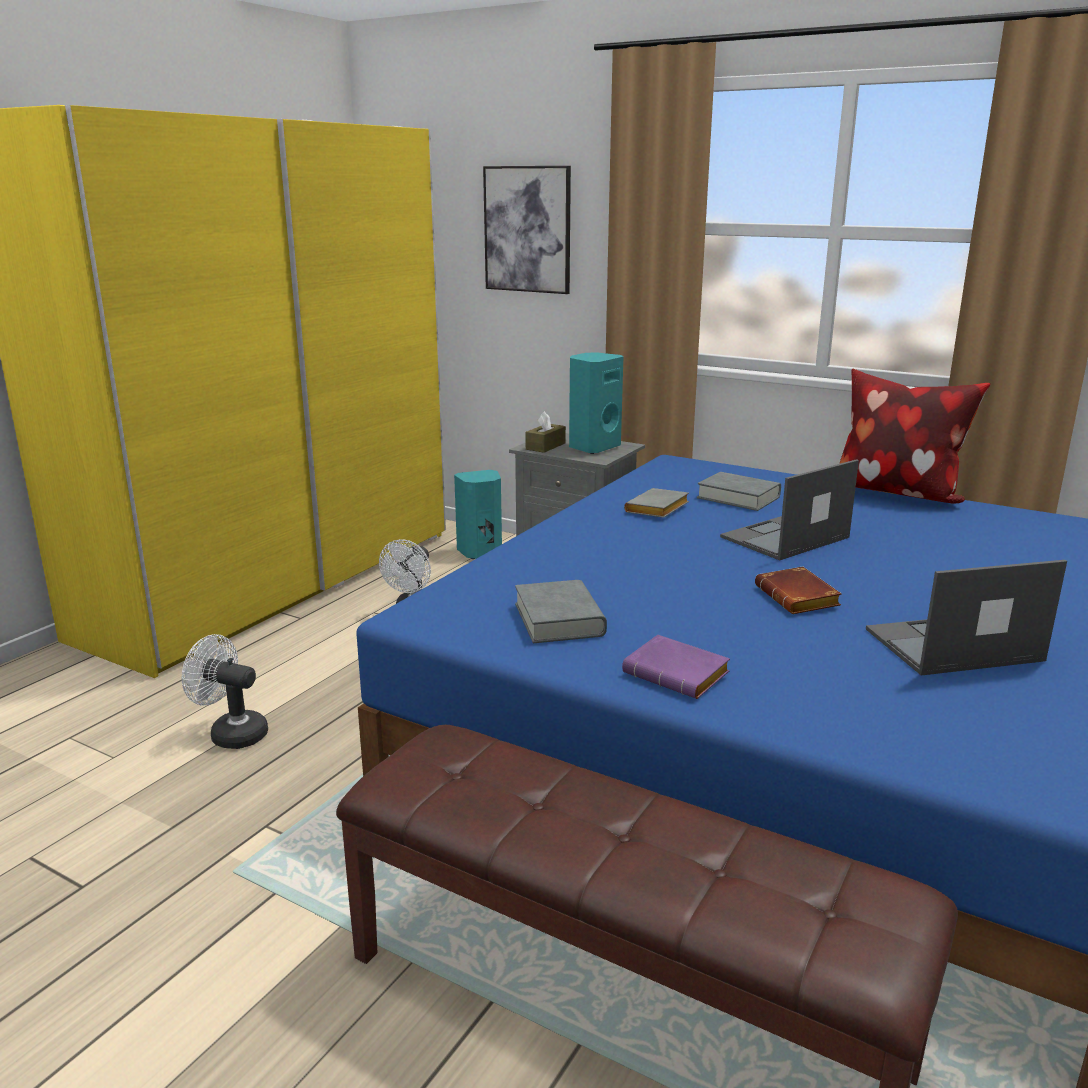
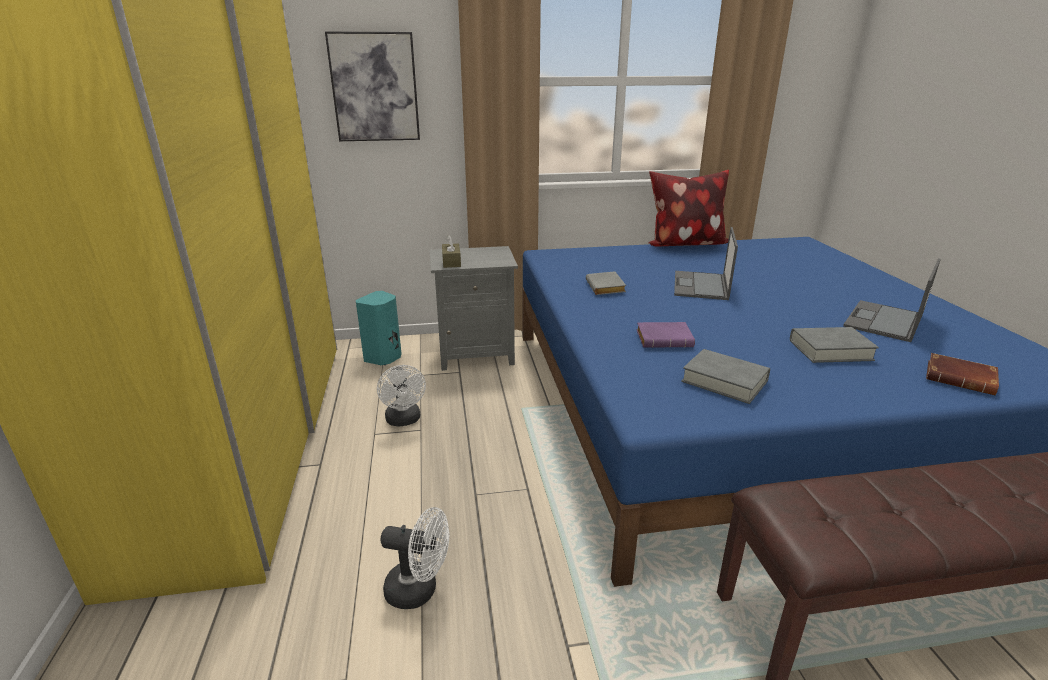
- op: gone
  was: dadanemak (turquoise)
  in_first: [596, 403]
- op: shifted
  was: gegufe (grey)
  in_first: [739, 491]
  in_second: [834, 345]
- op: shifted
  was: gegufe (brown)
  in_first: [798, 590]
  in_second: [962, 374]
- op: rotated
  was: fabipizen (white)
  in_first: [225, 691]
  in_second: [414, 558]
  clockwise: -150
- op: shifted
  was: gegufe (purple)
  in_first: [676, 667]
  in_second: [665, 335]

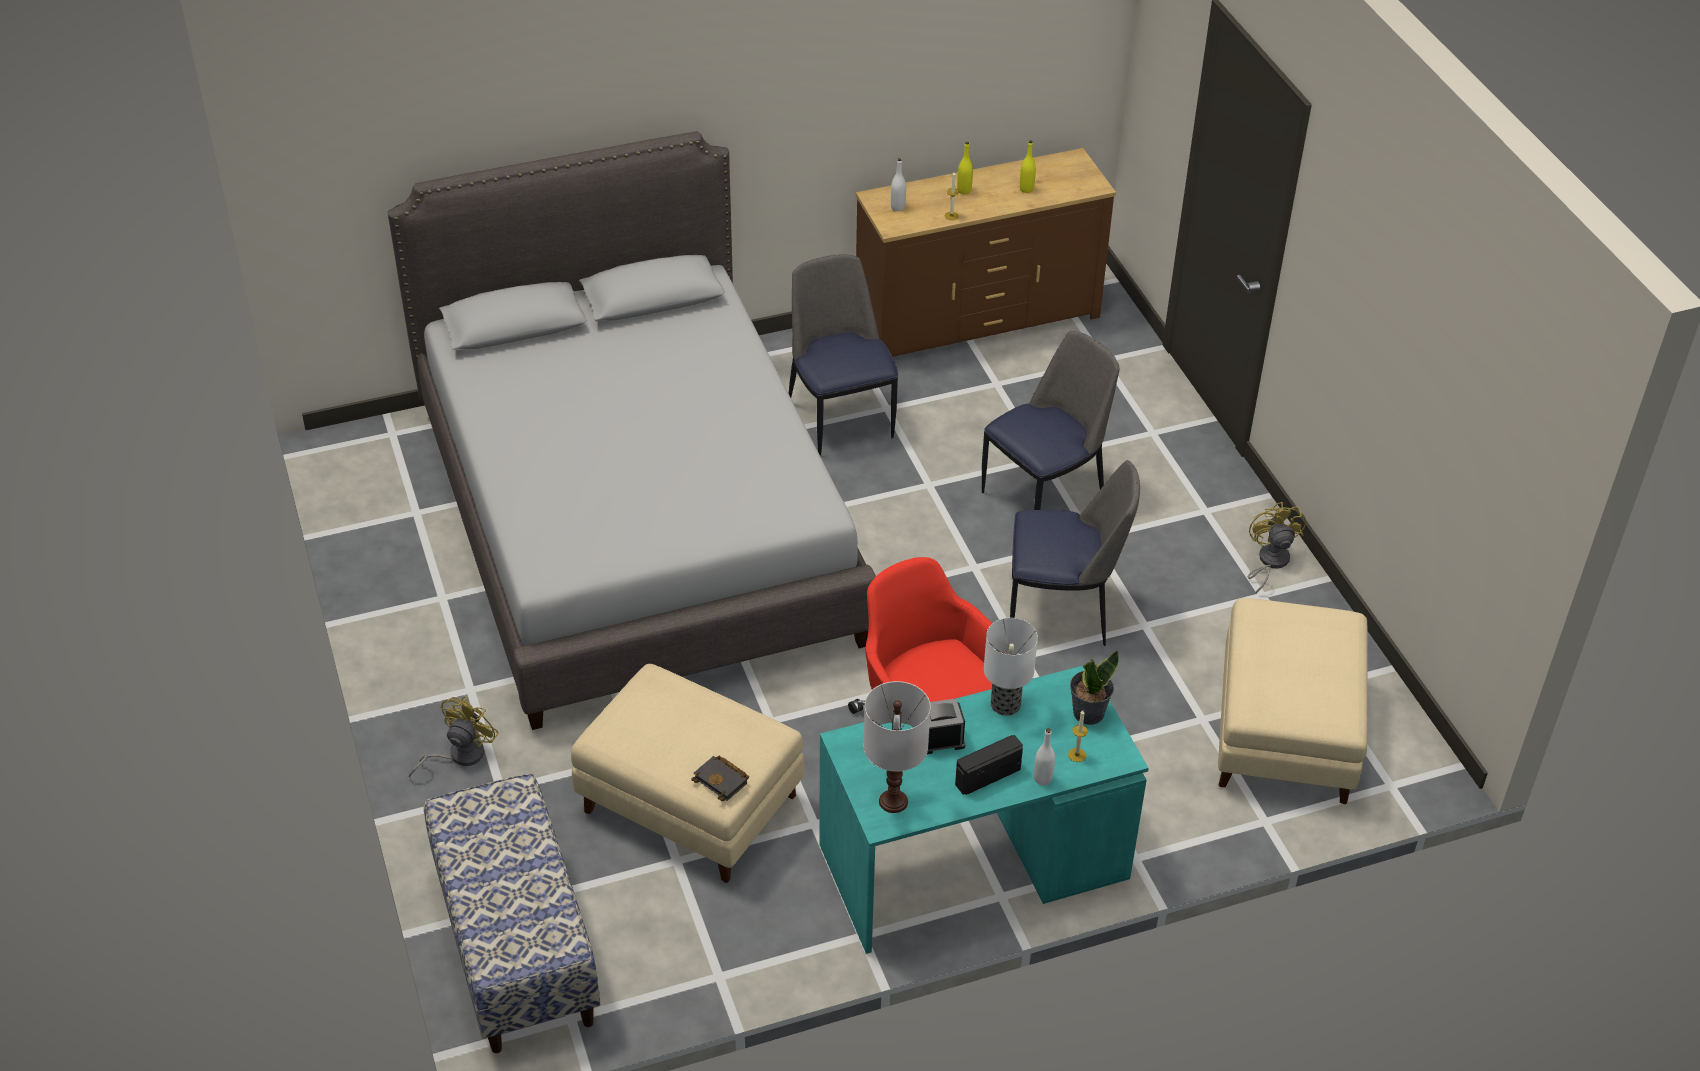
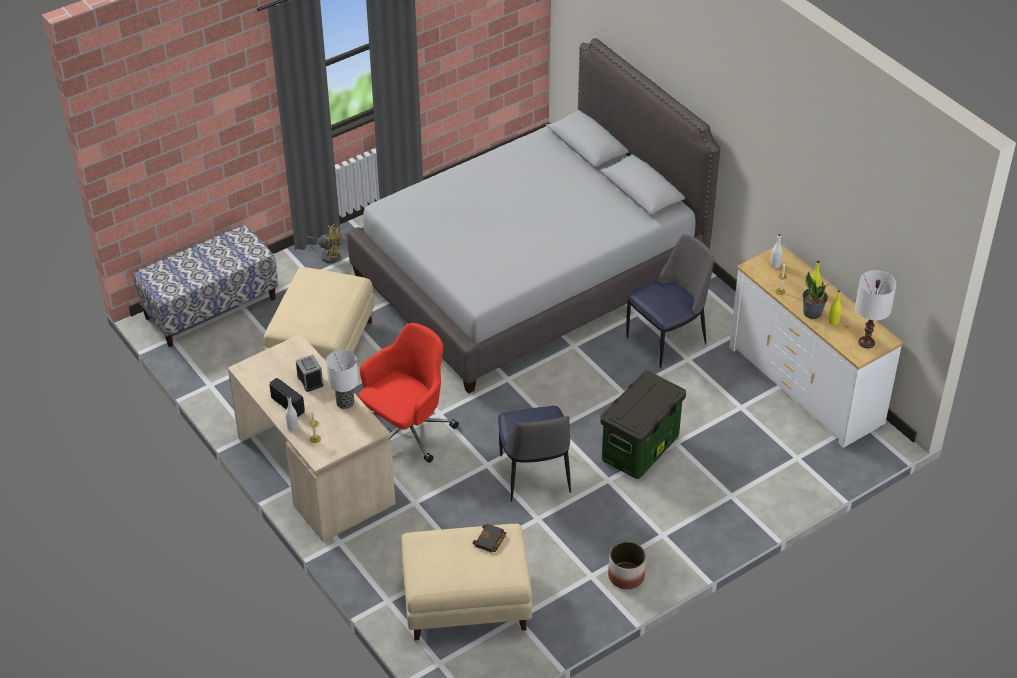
- op: repainted
  was: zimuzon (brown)
  now: zimuzon (white)
  in_first: [986, 252]
  in_second: [816, 346]
- op: swapped
  was: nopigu
  now: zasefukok
  in_first: [1050, 420]
  in_second: [643, 425]
- op: swapped
  was: fabipizen (yellow)
  now: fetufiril
  in_first: [1277, 548]
  in_second: [627, 565]
- op: shifted
  was: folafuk
  in_first: [1094, 688]
  in_second: [815, 295]
- op: repainted
  was: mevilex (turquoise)
  now: mevilex (beige)
  in_first: [984, 810]
  in_second: [312, 438]
- op: shifted
  was: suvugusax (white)
  in_first: [897, 747]
  in_second: [876, 309]
- op: shifted
  was: gegufe (black)
  in_first: [720, 778]
  in_second: [489, 538]

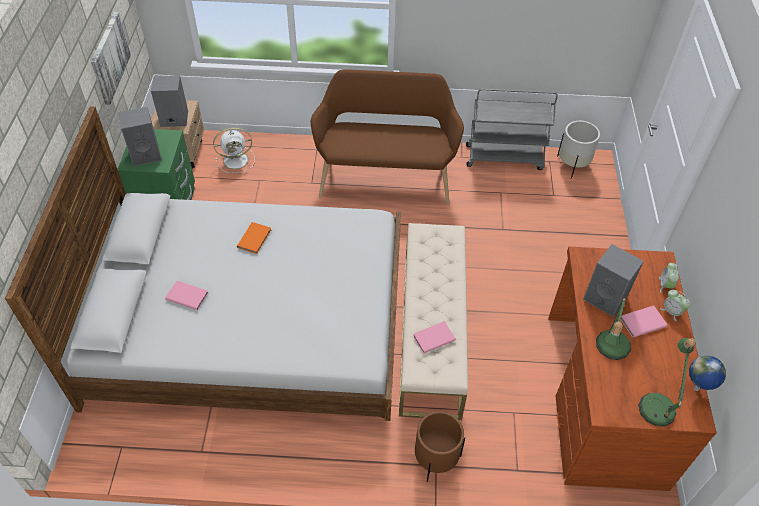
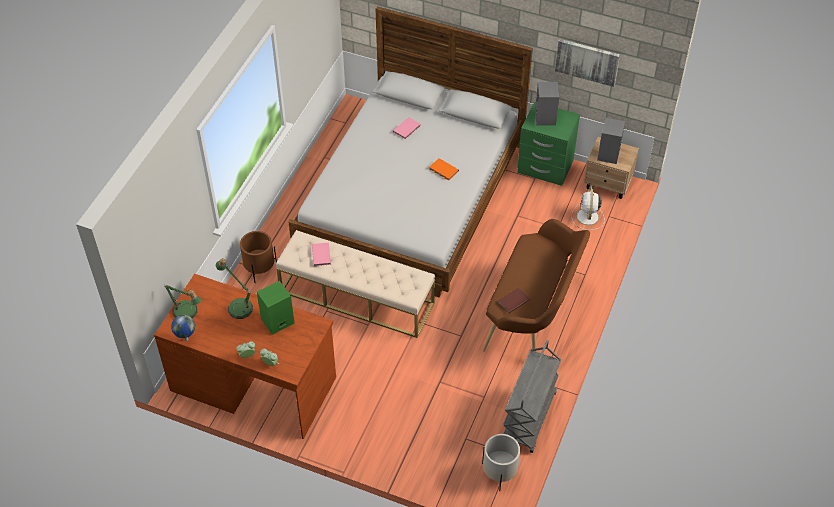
- op: repainted
  was: dadanemak (grey)
  now: dadanemak (green)
  in_first: [613, 280]
  in_second: [275, 308]
- op: gone
  was: gegufe (pink)
  in_first: [644, 322]
- op: new
  now: gegufe (brown)
  in_second: [514, 300]

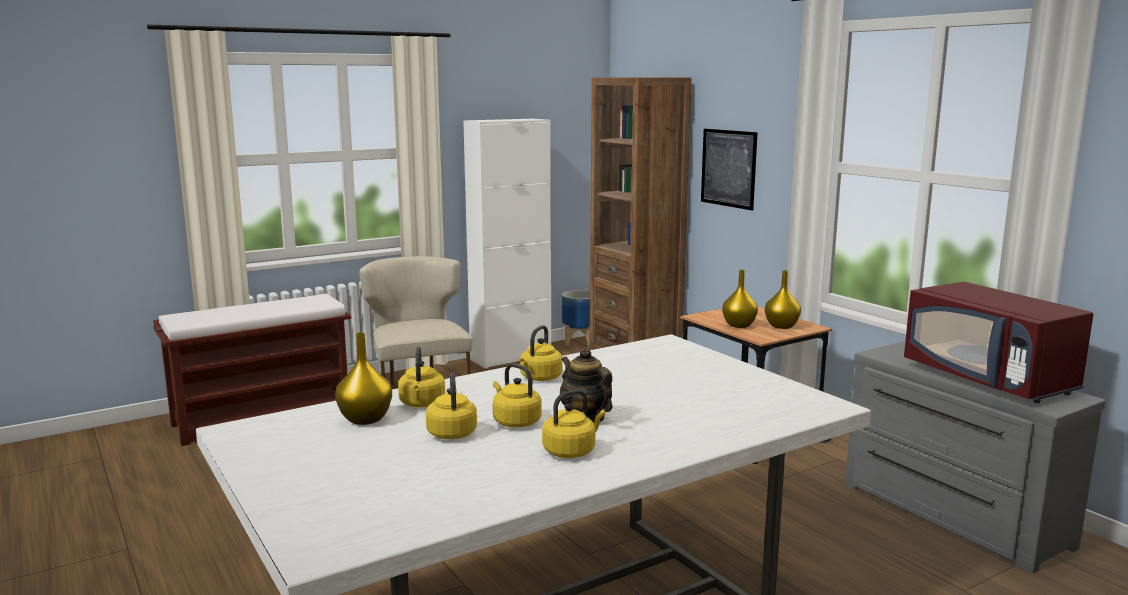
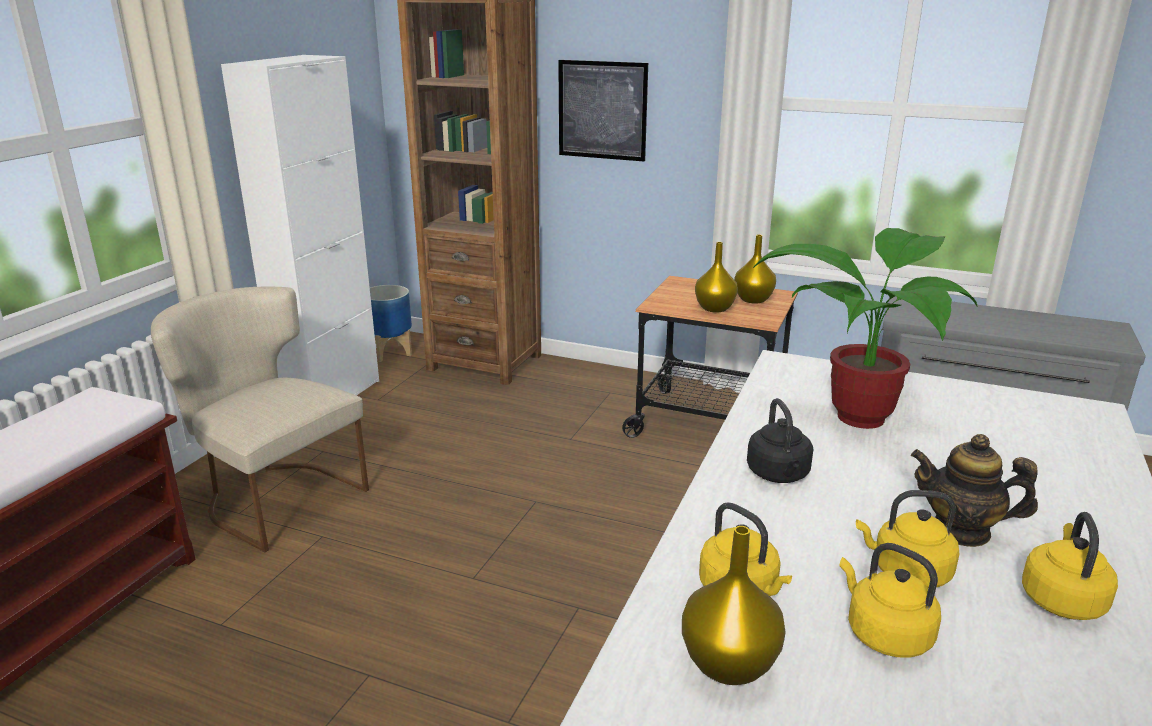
- op: gone
  was: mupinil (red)
  in_first: [998, 342]
- op: repainted
  was: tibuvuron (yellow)
  now: tibuvuron (black)
  in_first: [541, 353]
  in_second: [780, 440]
- op: new
  now: folafuk
  in_second: [865, 328]

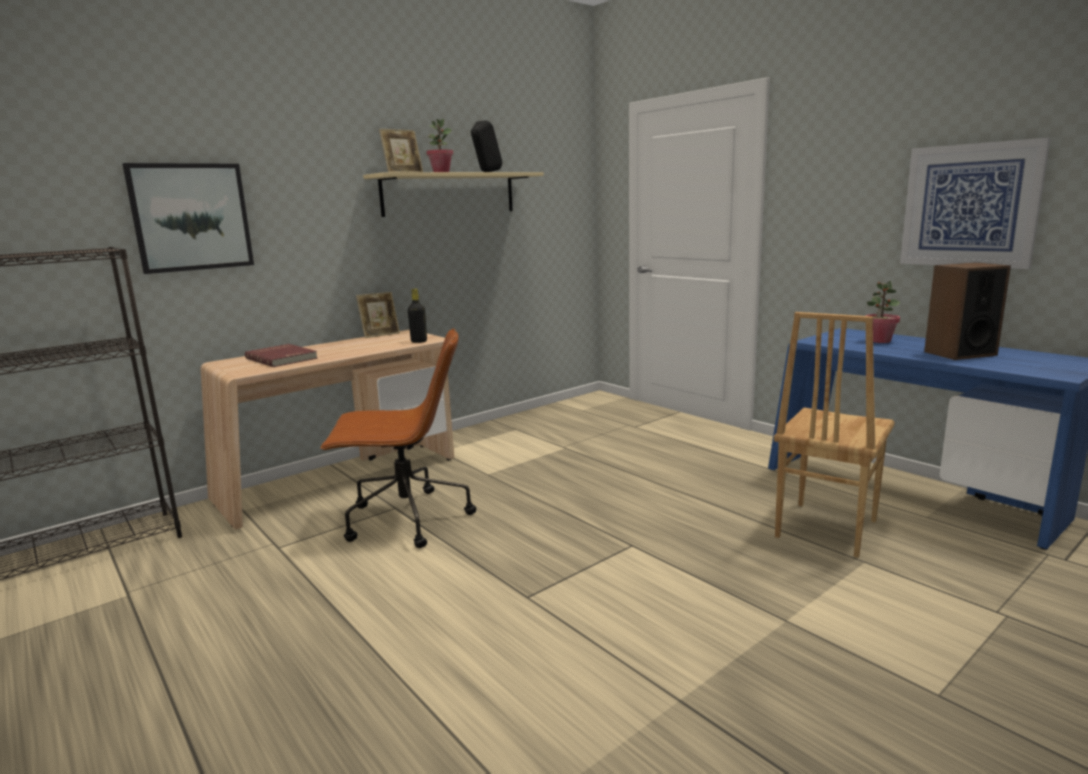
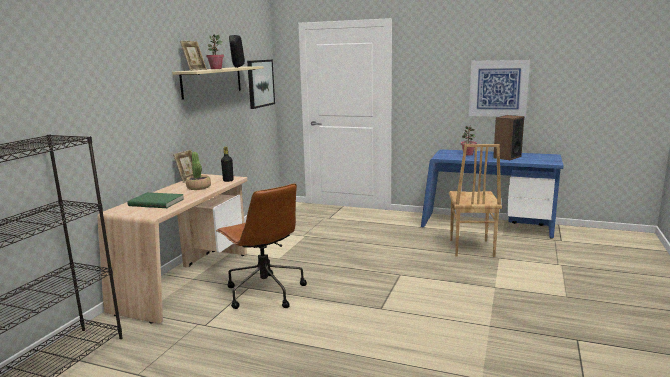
- op: shifted
  was: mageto
  in_first: [188, 218]
  in_second: [261, 84]
- op: rotated
  was: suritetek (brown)
  in_first: [398, 438]
  in_second: [261, 246]
  clockwise: 90
- op: repainted
  was: gegufe (red)
  now: gegufe (green)
  in_first: [281, 355]
  in_second: [155, 200]
- op: new
  now: folafuk
  in_second: [198, 171]

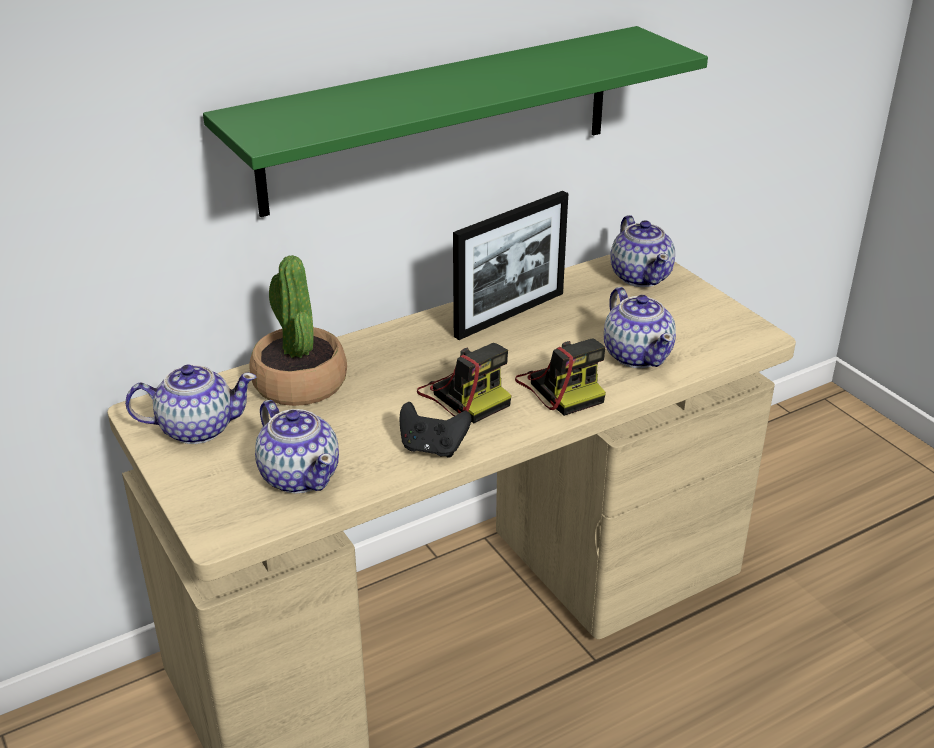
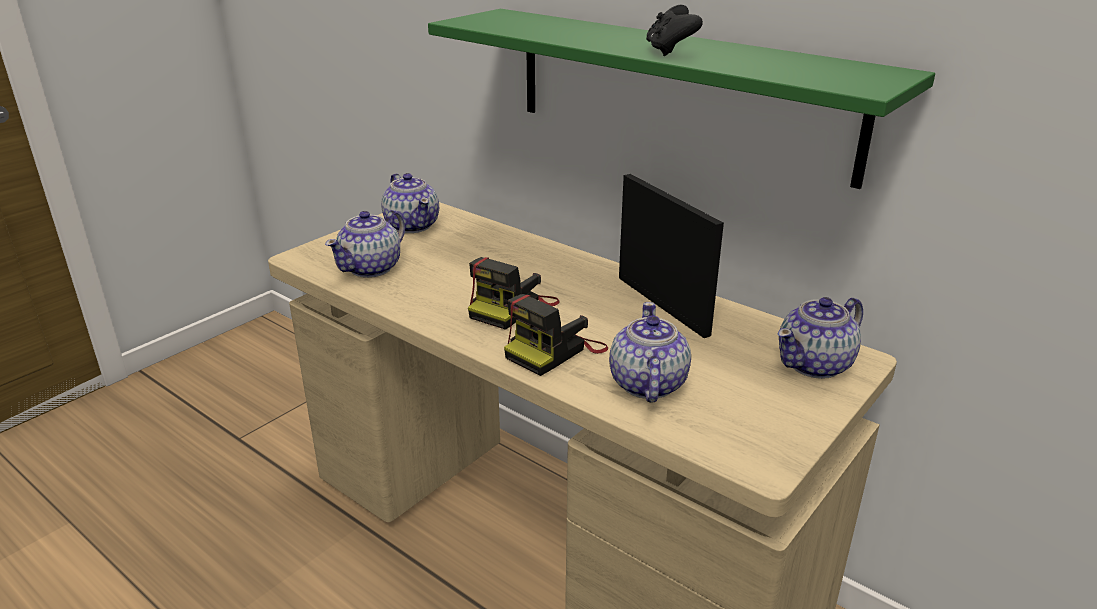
- op: rotated
  was: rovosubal
  in_first: [510, 265]
  in_second: [671, 256]
  clockwise: -150
- op: gone
  was: folafuk
  in_first: [298, 330]
- op: rotated
  was: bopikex
  in_first: [640, 327]
  in_second: [650, 352]
  clockwise: 135
- op: shifted
  was: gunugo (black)
  in_first: [435, 430]
  in_second: [674, 30]

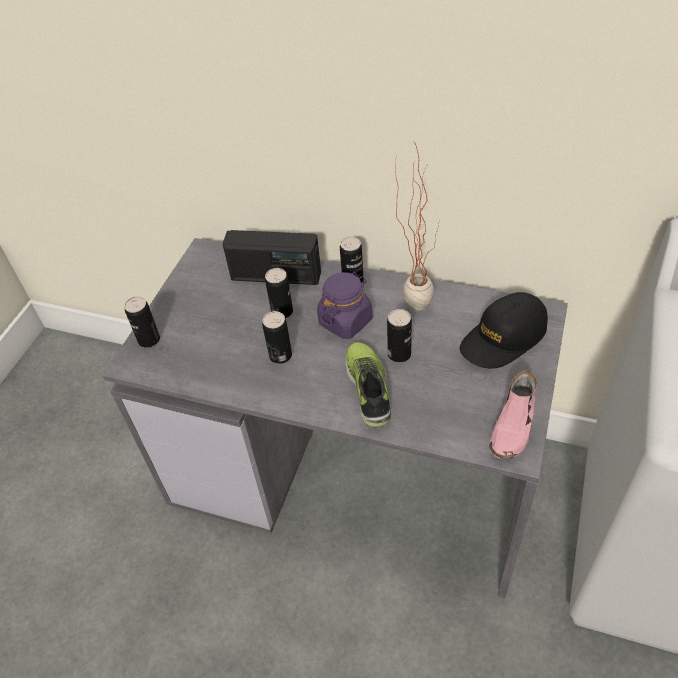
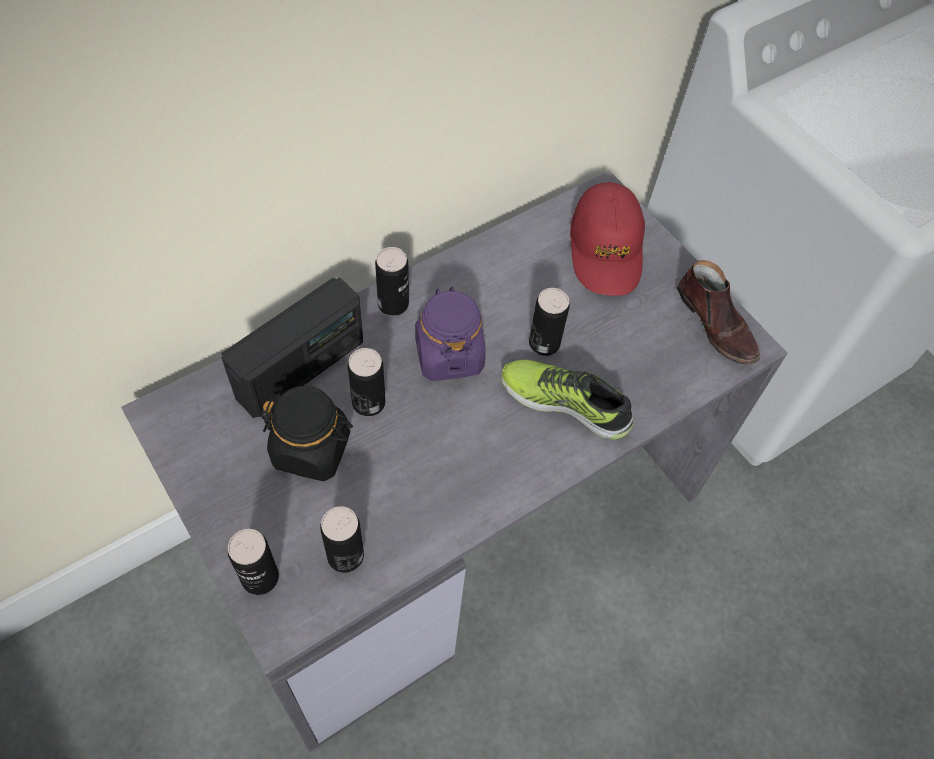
- op: gone
  was: folafuk
  in_first: [417, 228]
- op: repainted
  was: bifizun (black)
  now: bifizun (red)
  in_first: [504, 330]
  in_second: [607, 239]
- op: shifted
  was: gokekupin
  in_first: [277, 337]
  in_second: [342, 539]
- op: repainted
  was: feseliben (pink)
  now: feseliben (brown)
  in_first: [513, 415]
  in_second: [718, 312]
- op: new
  now: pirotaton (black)
  in_second: [307, 433]

